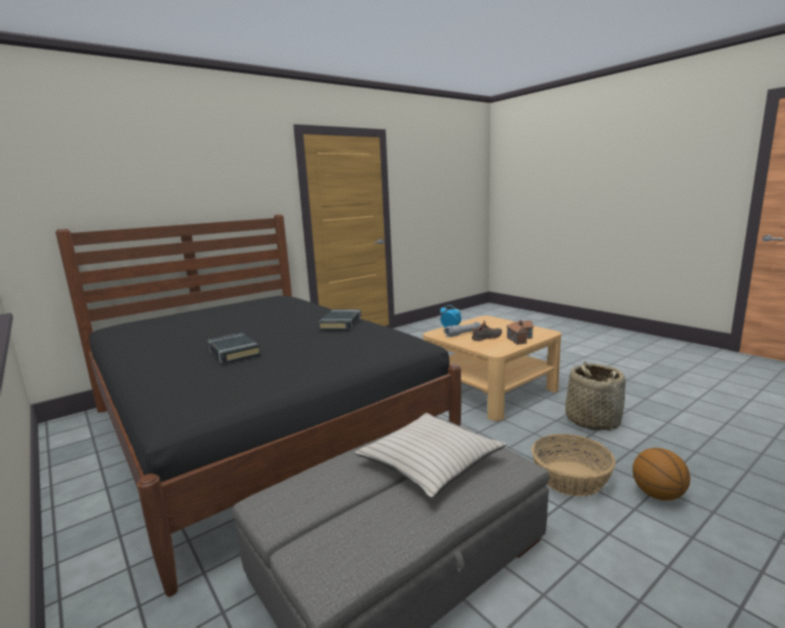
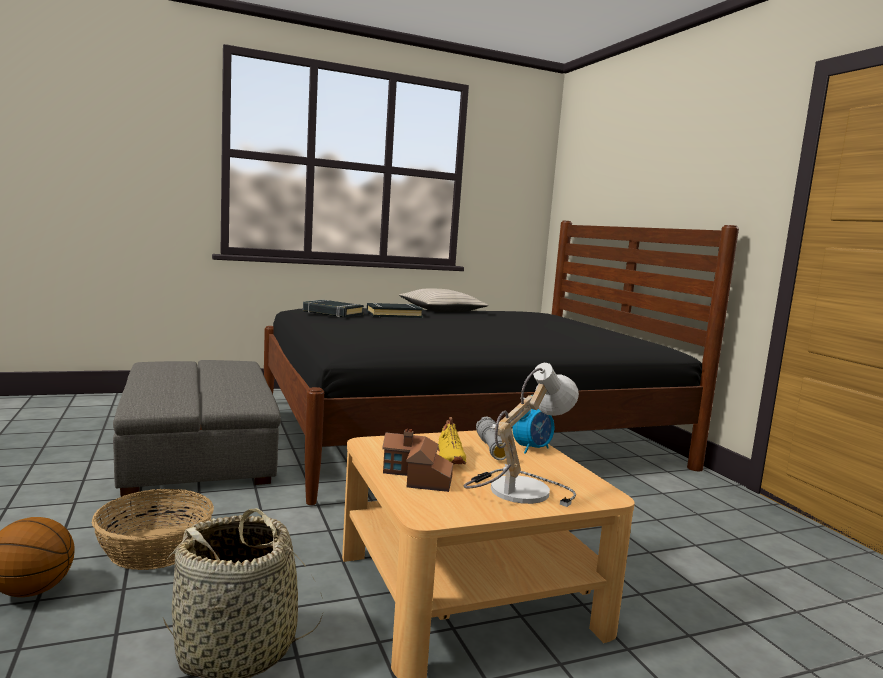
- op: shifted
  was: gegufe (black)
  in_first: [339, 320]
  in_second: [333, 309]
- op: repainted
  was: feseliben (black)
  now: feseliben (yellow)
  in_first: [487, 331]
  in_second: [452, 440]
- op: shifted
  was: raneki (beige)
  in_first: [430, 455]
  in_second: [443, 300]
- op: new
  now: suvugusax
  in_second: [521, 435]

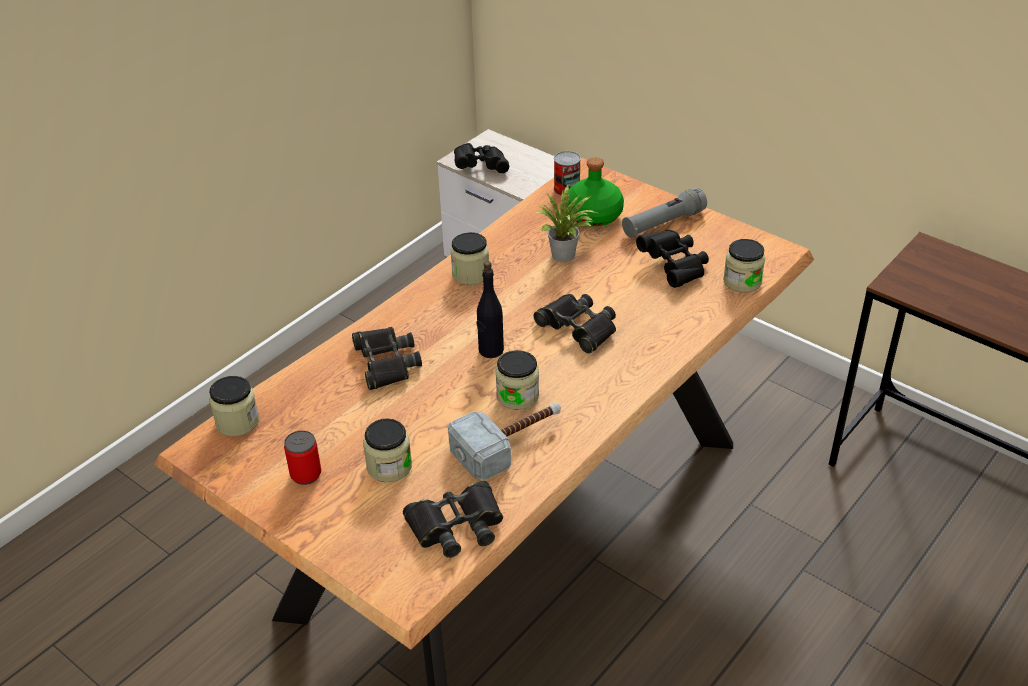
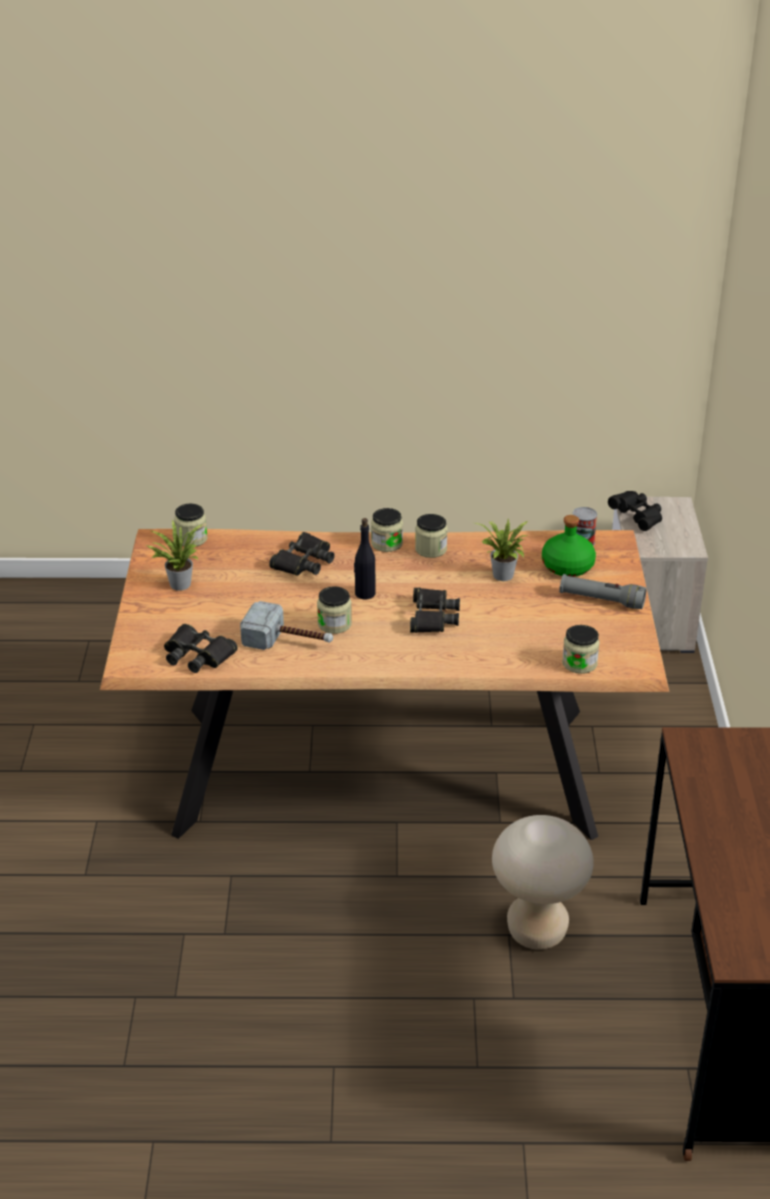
- op: gone
  was: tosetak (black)
  in_first: [672, 259]
- op: shifted
  was: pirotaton
  in_first: [387, 450]
  in_second: [387, 530]
- op: swapped
  was: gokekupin
  now: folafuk
  in_first: [302, 457]
  in_second: [174, 555]
- op: new
  now: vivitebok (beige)
  in_second: [543, 882]

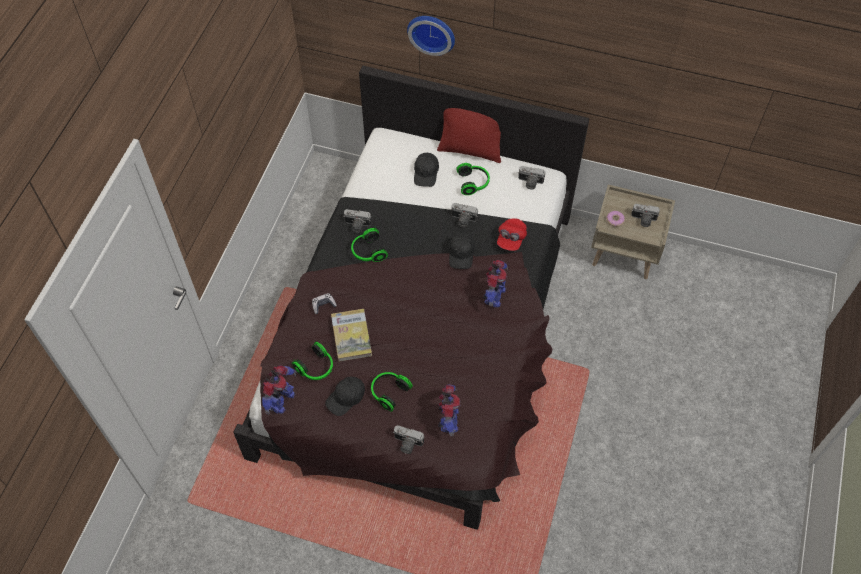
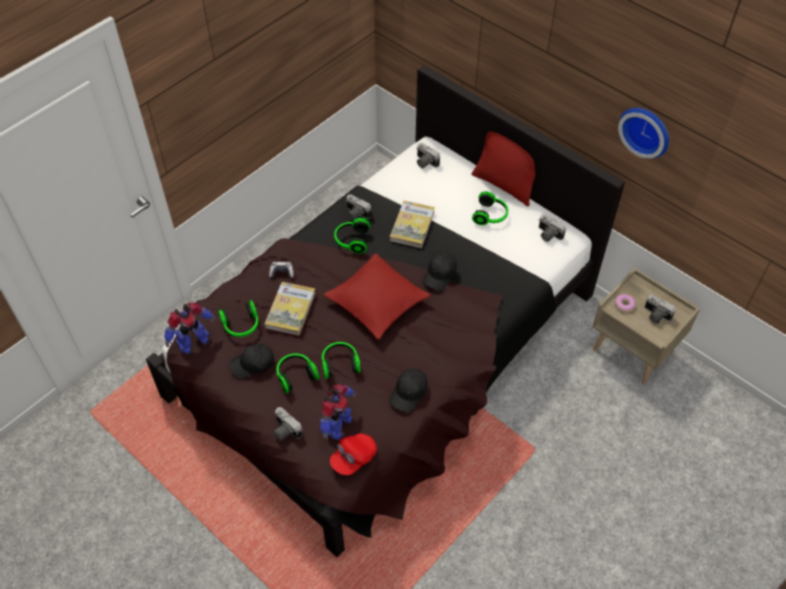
- op: shifted
  was: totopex
  in_first: [431, 36]
  in_second: [643, 133]
- op: shifted
  was: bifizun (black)
  in_first: [426, 170]
  in_second: [408, 390]
- op: shifted
  was: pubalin
  in_first: [464, 215]
  in_second: [428, 155]
- op: shifted
  was: bifizun (red)
  in_first: [512, 234]
  in_second: [353, 454]
- op: gone
  was: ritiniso
  in_first: [495, 283]
- op: new
  now: gegufe
  in_second: [412, 224]
- op: new
  now: raneki (red)
  in_second: [377, 296]
- op: new
  now: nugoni
  in_second: [341, 360]

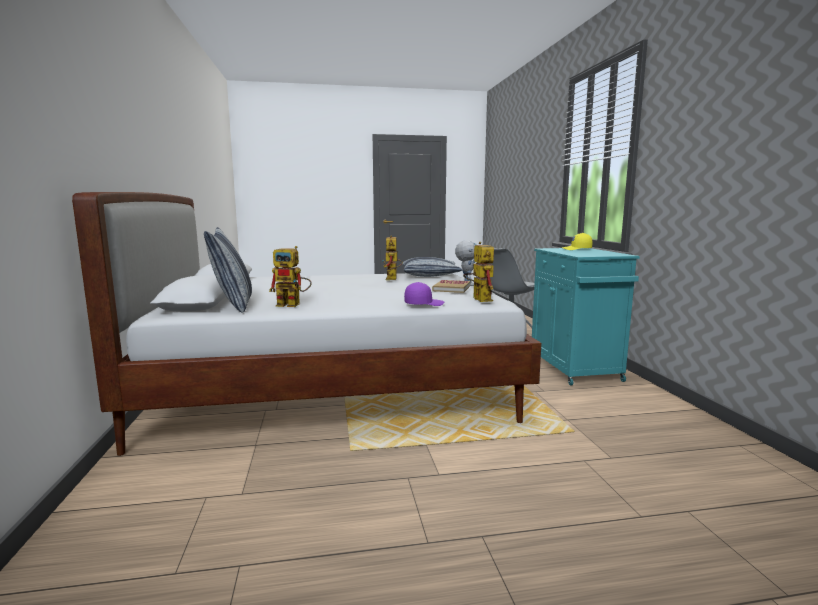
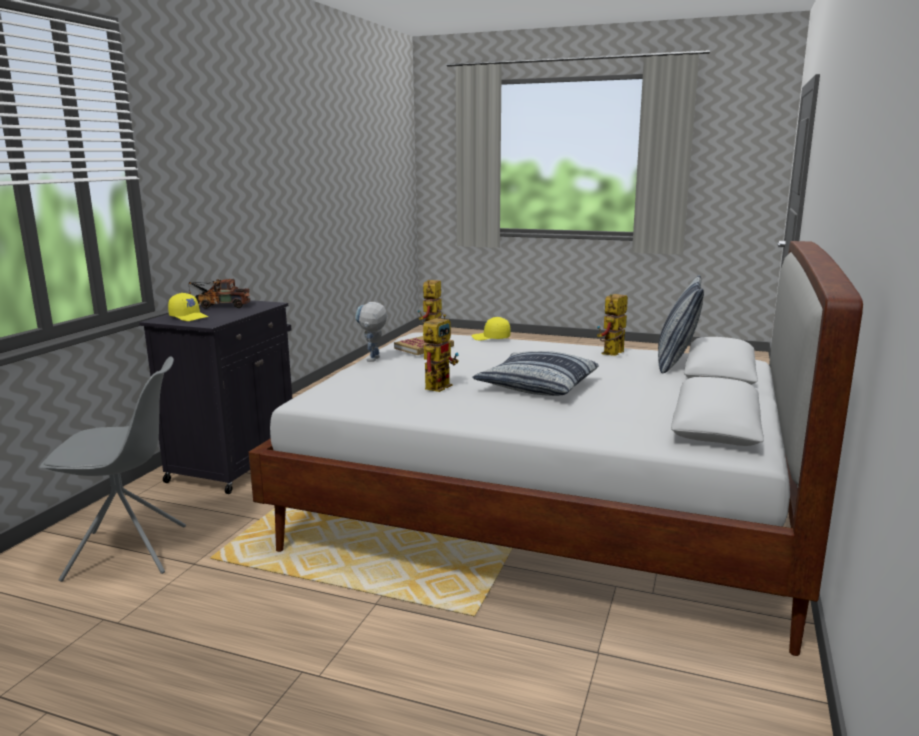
- op: rotated
  was: ritiniso
  in_first: [290, 276]
  in_second: [612, 325]
  clockwise: -90
- op: repainted
  was: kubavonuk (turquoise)
  now: kubavonuk (black)
  in_first: [586, 317]
  in_second: [215, 397]
- op: shifted
  was: raneki
  in_first: [432, 267]
  in_second: [536, 373]
- op: repainted
  was: bifizun (purple)
  now: bifizun (yellow)
  in_first: [424, 294]
  in_second: [491, 328]
- op: new
  now: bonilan
  in_second: [219, 294]

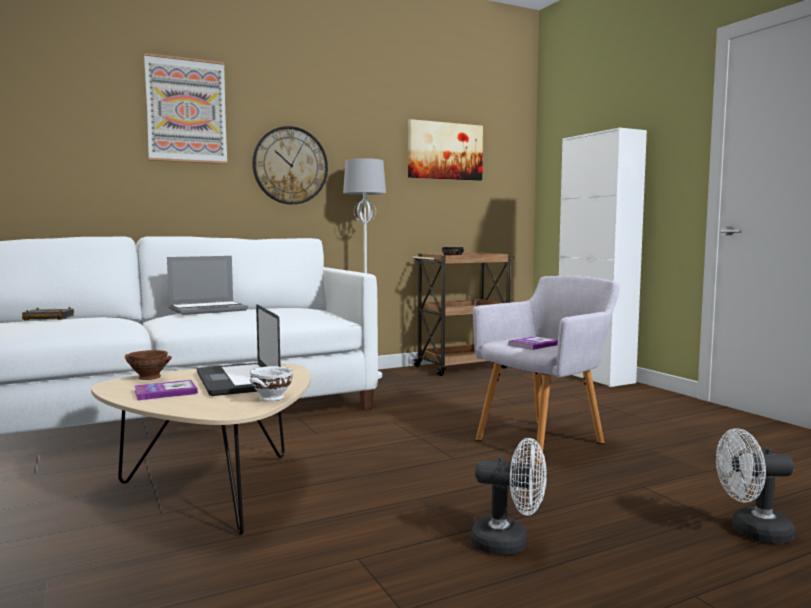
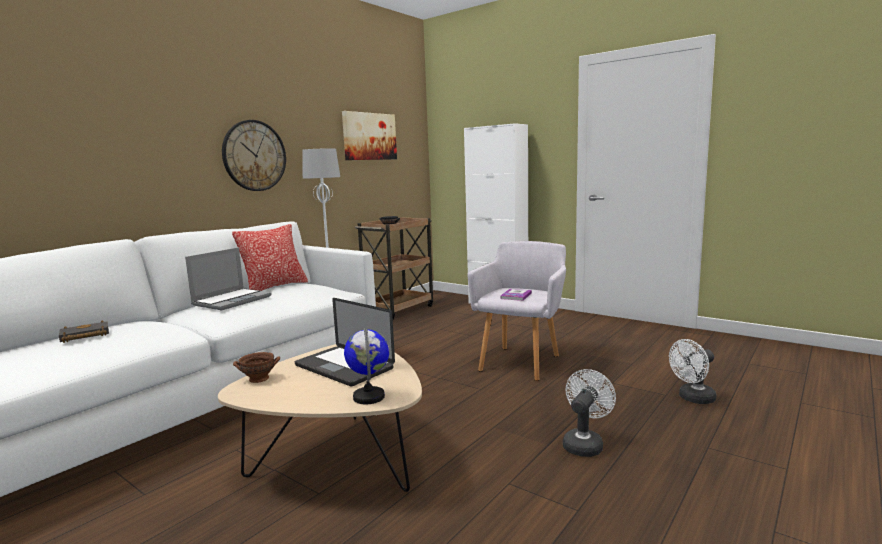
- op: gone
  was: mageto
  in_first: [185, 108]
- op: gone
  was: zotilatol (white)
  in_first: [271, 384]
- op: gone
  was: gegufe
  in_first: [166, 390]
- op: rotated
  was: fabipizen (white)
  in_first: [509, 496]
  in_second: [589, 413]
  clockwise: -45
- op: new
  now: raneki
  in_second: [270, 257]
- op: new
  now: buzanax
  in_second: [366, 366]

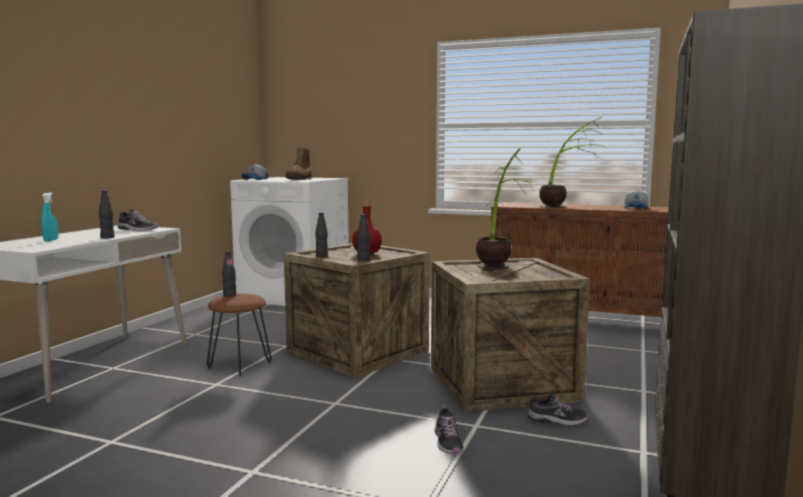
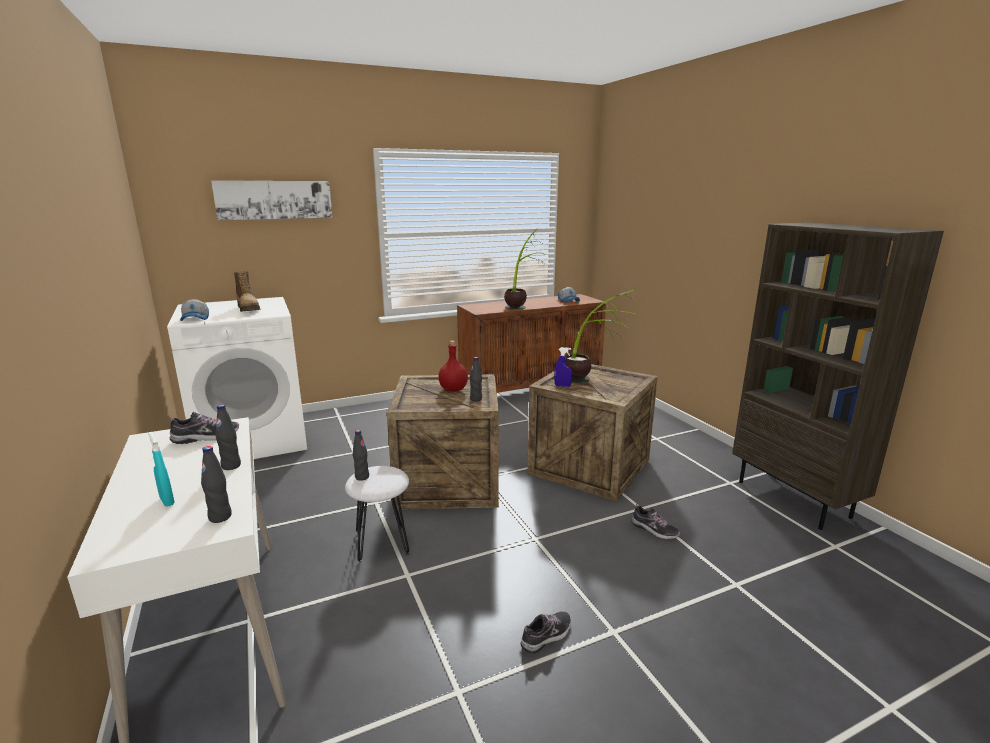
- op: shifted
  was: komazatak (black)
  in_first: [321, 234]
  in_second: [216, 484]
- op: repainted
  was: vivitebok (brown)
  now: vivitebok (white)
  in_first: [239, 335]
  in_second: [377, 514]
- op: shifted
  was: feseliben
  in_first: [557, 410]
  in_second: [546, 632]
- op: new
  now: mageto
  in_second: [272, 200]
- op: new
  now: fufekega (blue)
  in_second: [563, 367]

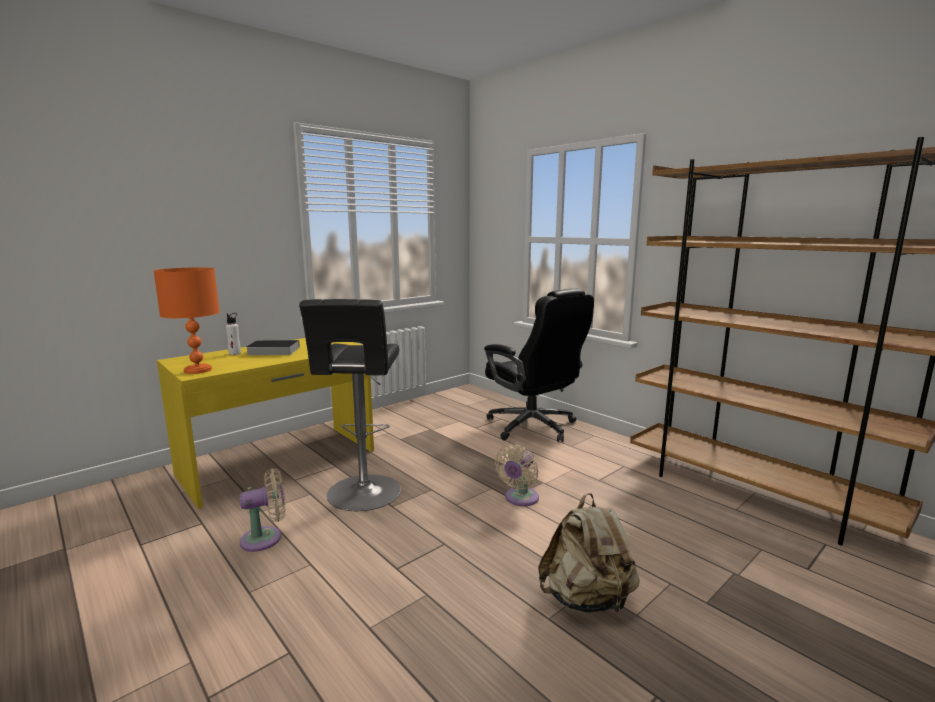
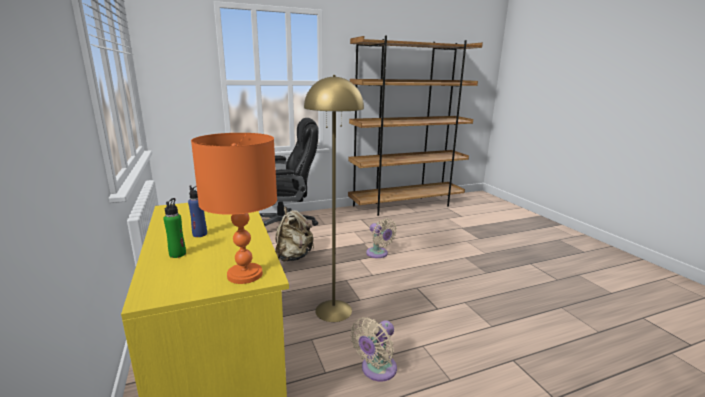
- op: swapped
  was: vivitebok (black)
  now: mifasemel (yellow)
  in_first: [350, 405]
  in_second: [334, 198]
- op: repainted
  was: komazatak (white)
  now: komazatak (green)
  in_first: [233, 334]
  in_second: [174, 228]
- op: swapped
  was: gegufe
  now: komazatak (blue)
  in_first: [273, 347]
  in_second: [197, 211]
- op: rotated
  was: fabipizen (beige)
  in_first: [263, 510]
  in_second: [373, 349]
  clockwise: -135
- op: shifted
  was: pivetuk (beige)
  in_first: [589, 553]
  in_second: [294, 234]

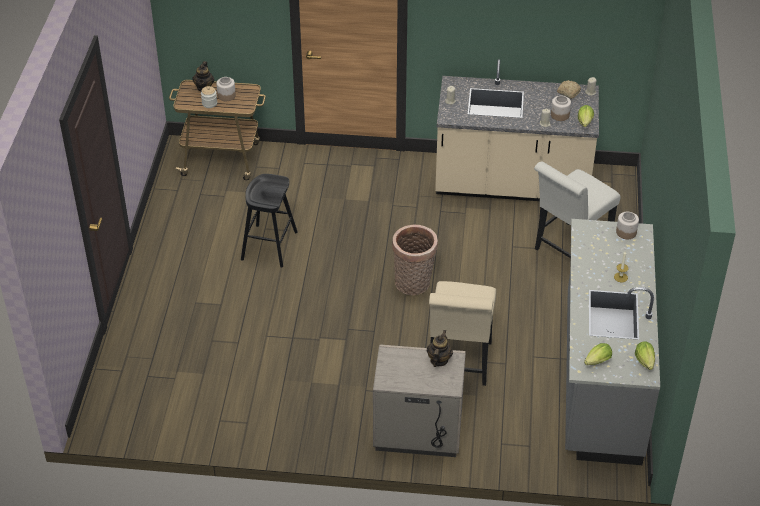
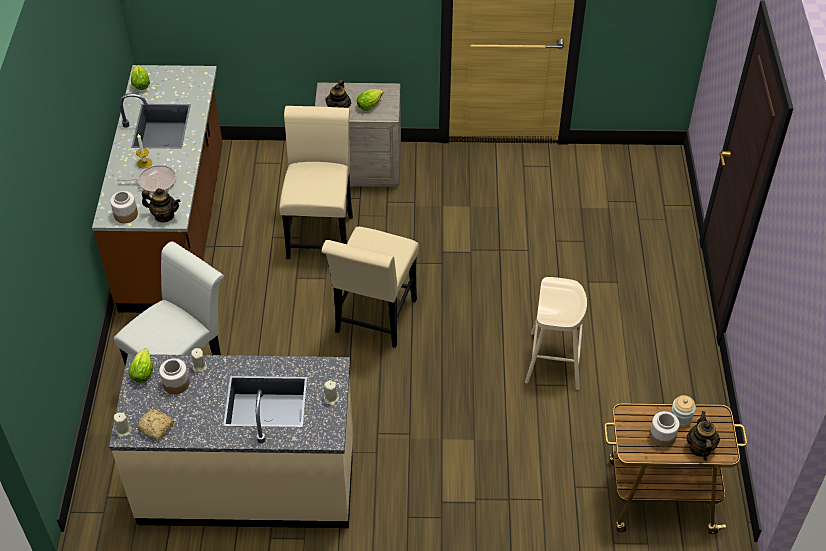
- op: repainted
  was: vivitebok (black)
  now: vivitebok (beige)
  in_first: [269, 221]
  in_second: [556, 333]
- op: repainted
  was: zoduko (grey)
  now: zoduko (brown)
  in_first: [612, 342]
  in_second: [157, 189]
- op: swapped
  was: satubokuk
  now: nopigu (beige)
  in_first: [415, 260]
  in_second: [370, 287]
- op: shifted
  was: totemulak
  in_first: [598, 354]
  in_second: [370, 100]
- op: new
  now: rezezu
  in_second: [146, 179]
- op: new
  now: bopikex
  in_second: [161, 205]

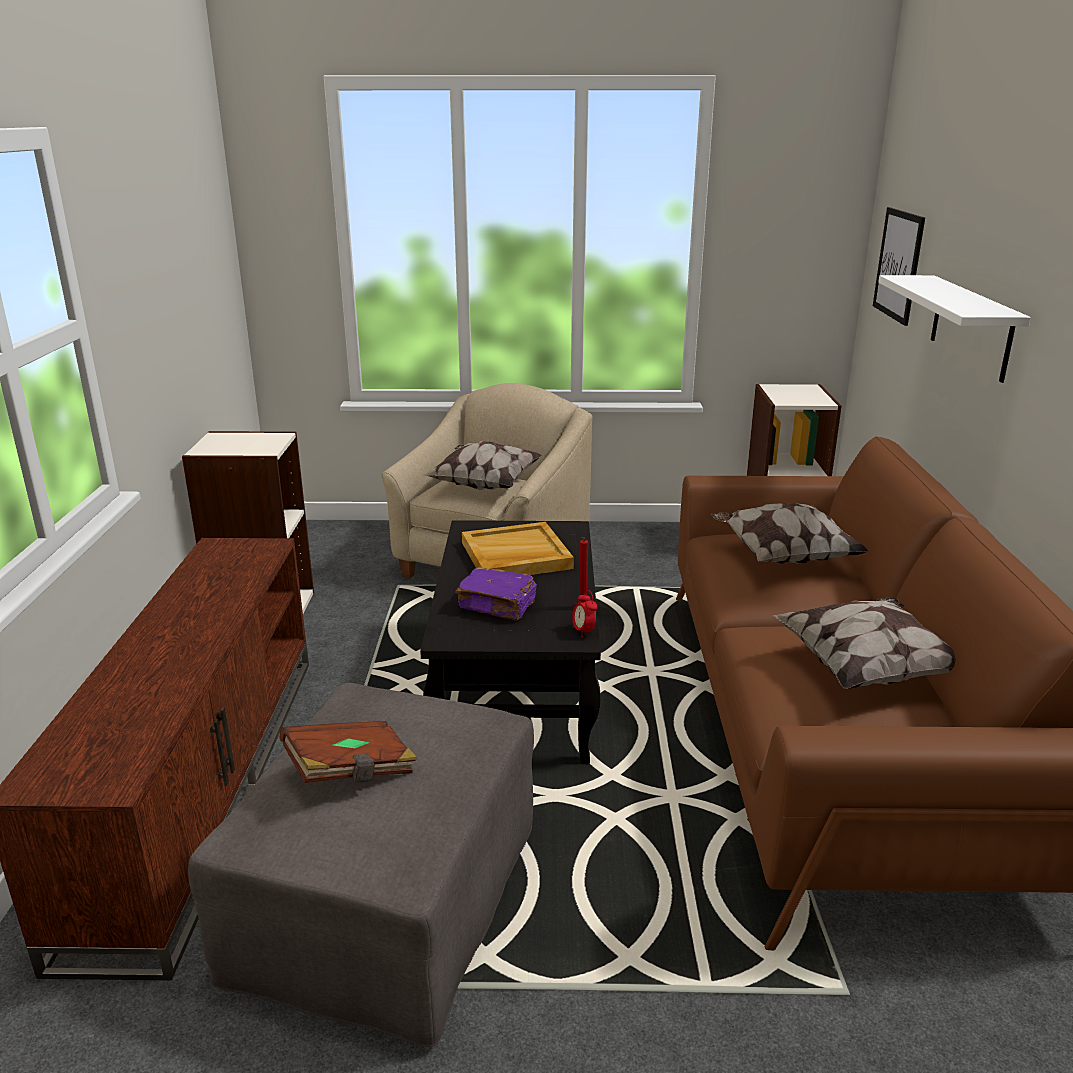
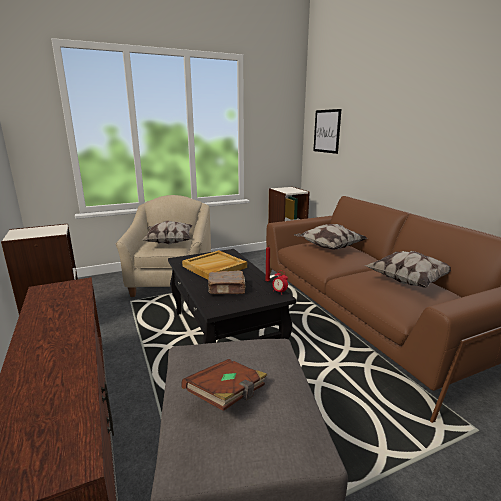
- op: gone
  was: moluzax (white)
  in_first: [954, 329]
- op: repainted
  was: gegufe (purple)
  now: gegufe (brown)
  in_first: [496, 594]
  in_second: [227, 282]

